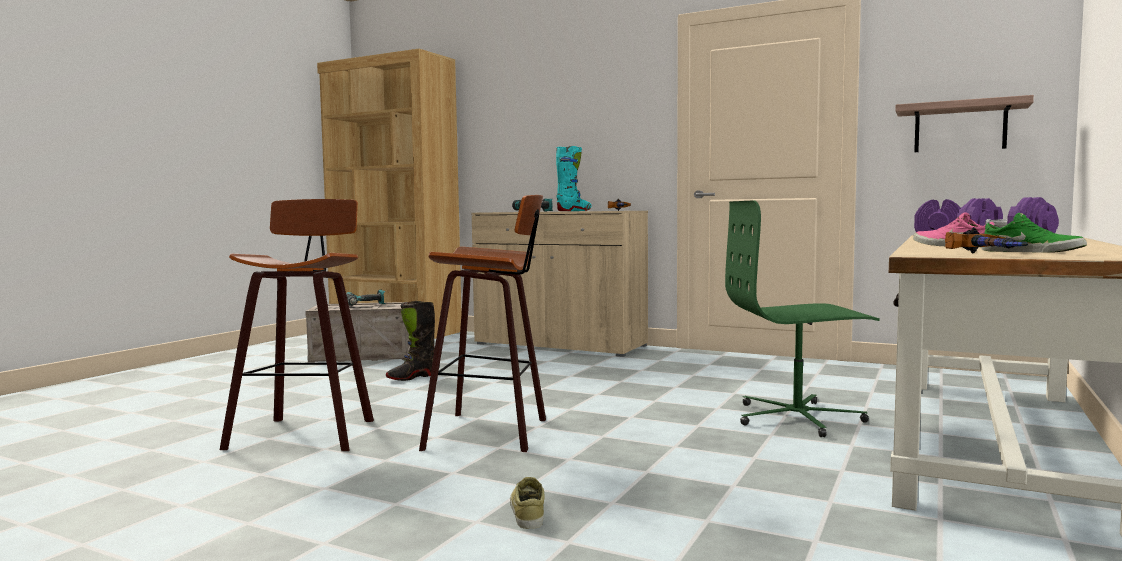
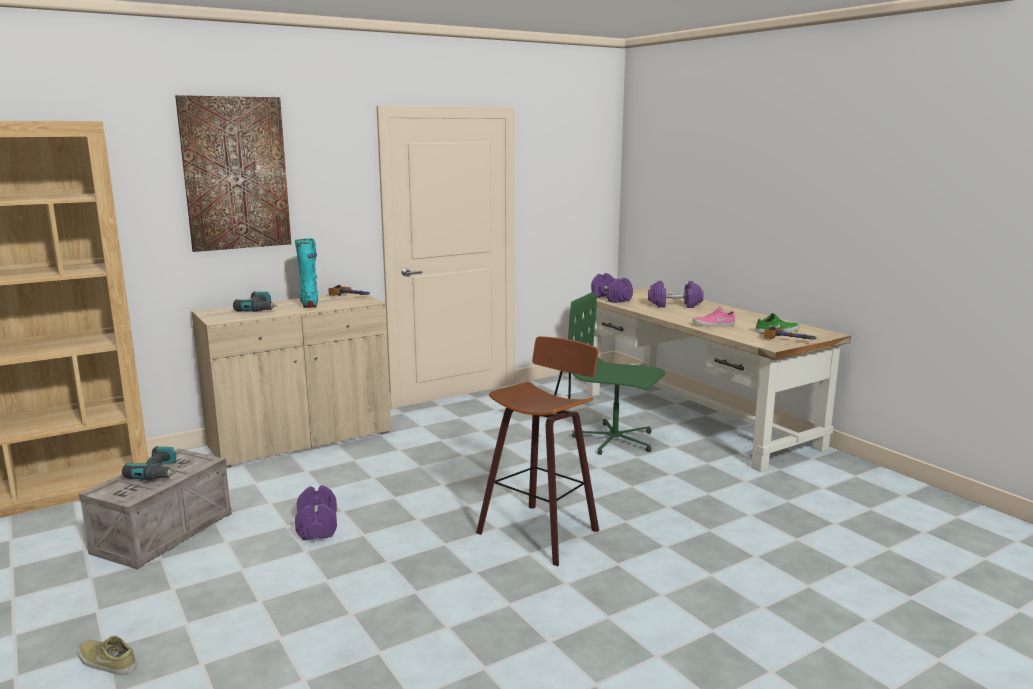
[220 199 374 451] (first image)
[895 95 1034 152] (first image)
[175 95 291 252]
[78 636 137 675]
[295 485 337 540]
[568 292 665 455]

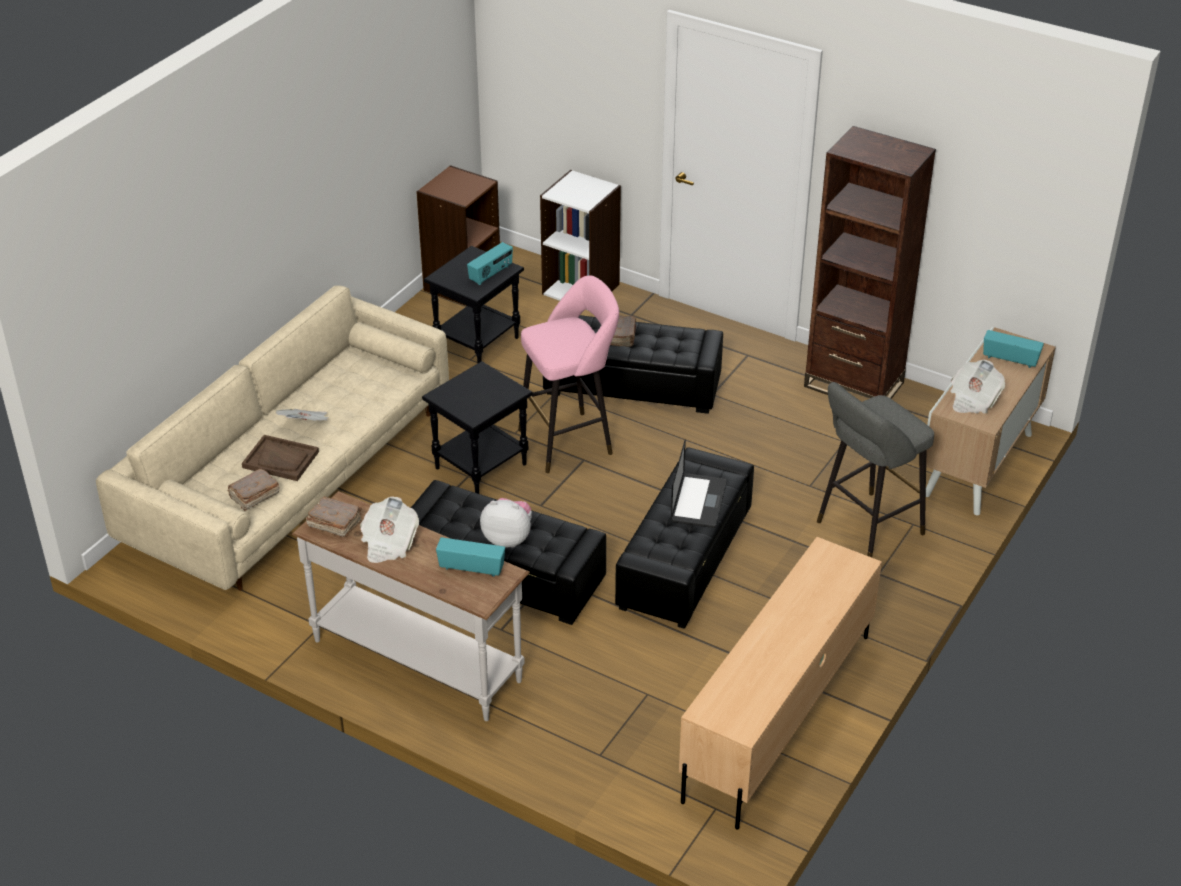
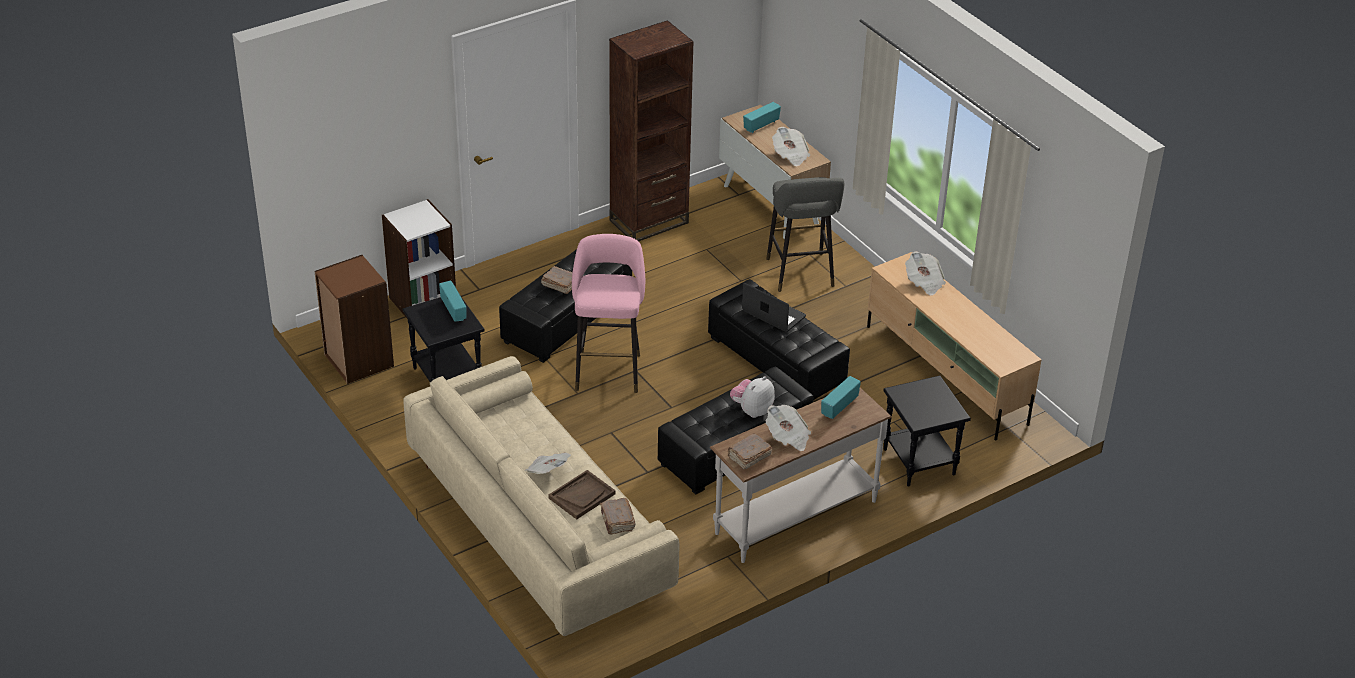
[905 251 946 296]
[883 375 971 487]

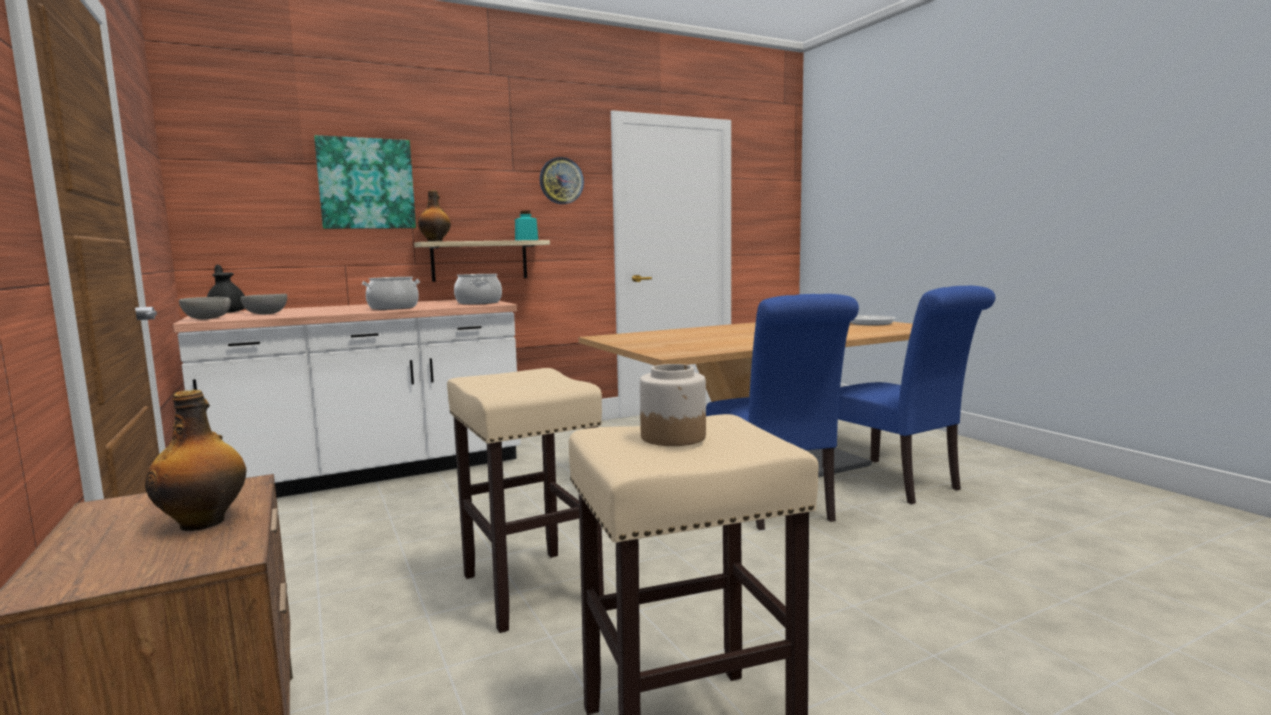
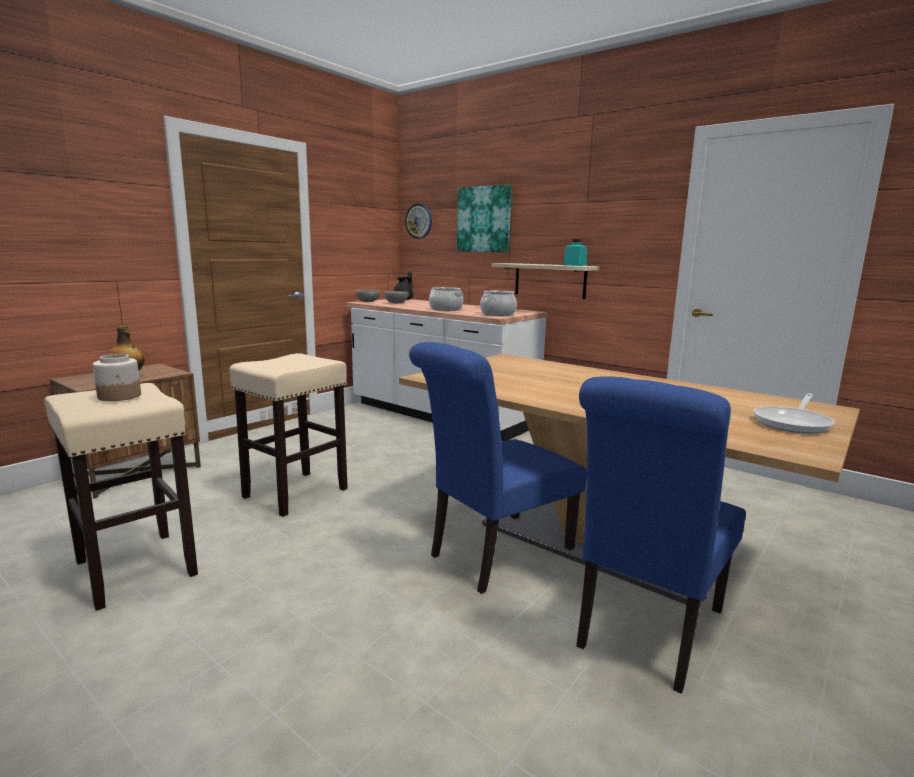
[418 190 451 242] (first image)
[405 203 432 239]

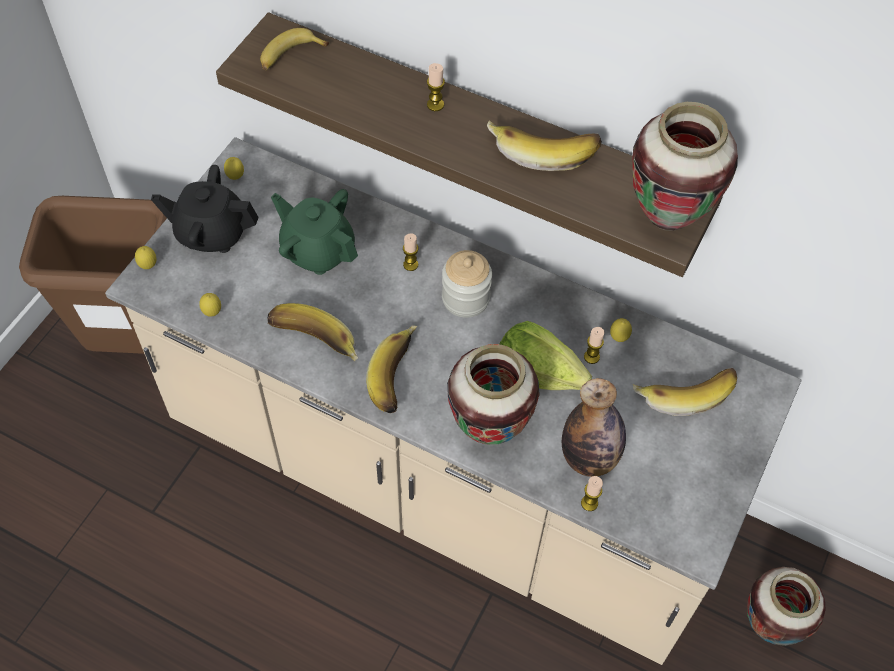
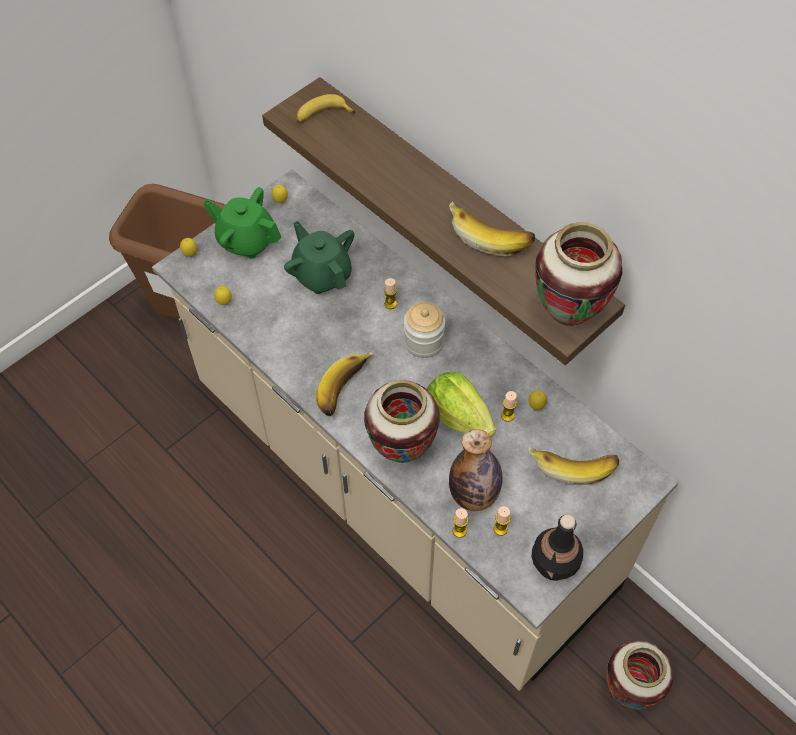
[267 303 358 361] (first image)
[532 515 583 581]
[494 506 510 536]
[203 187 281 259]

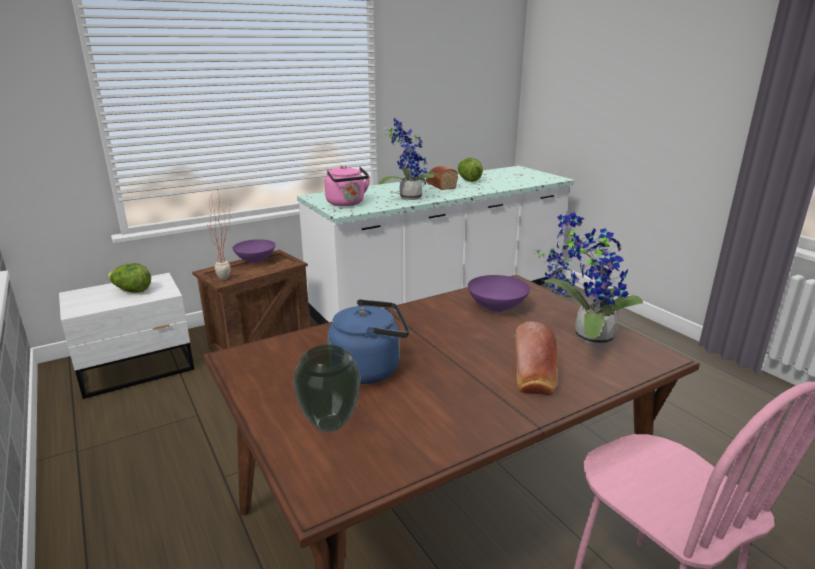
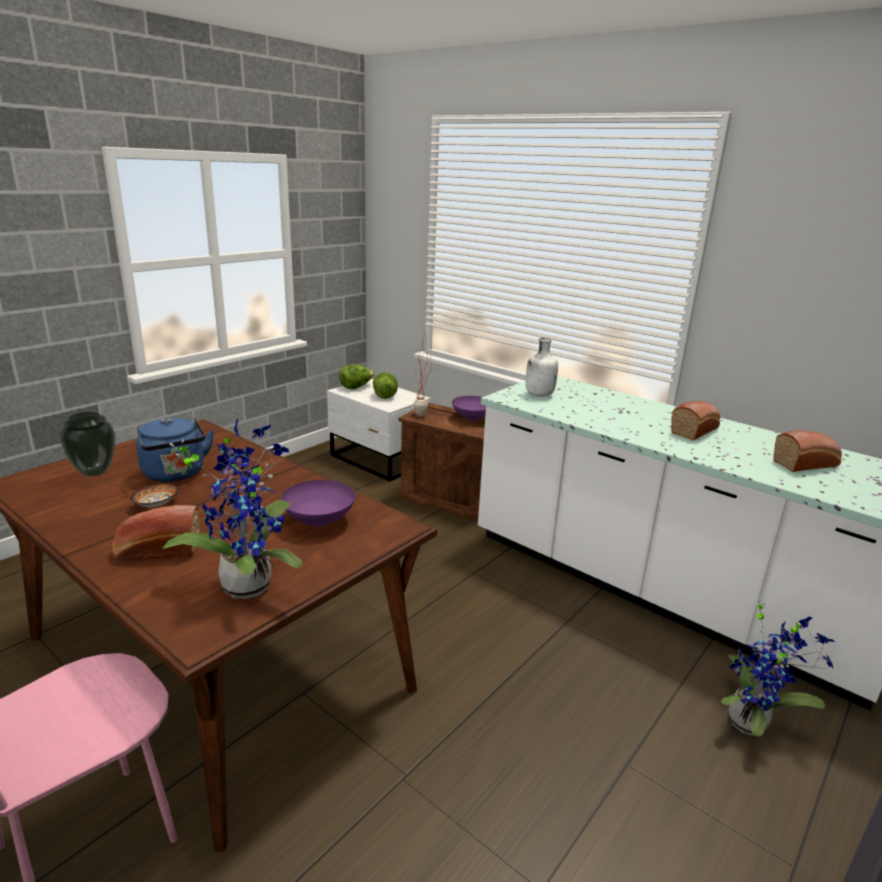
[379 118 440 200] (first image)
[130 484 179 507]
[773 430 842 472]
[339 364 374 389]
[526 337 558 397]

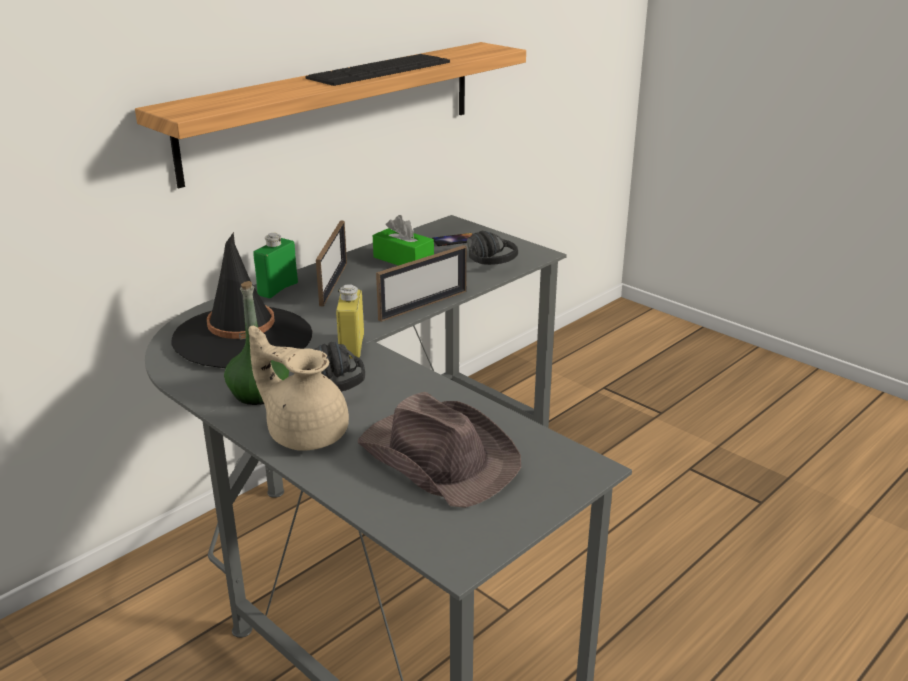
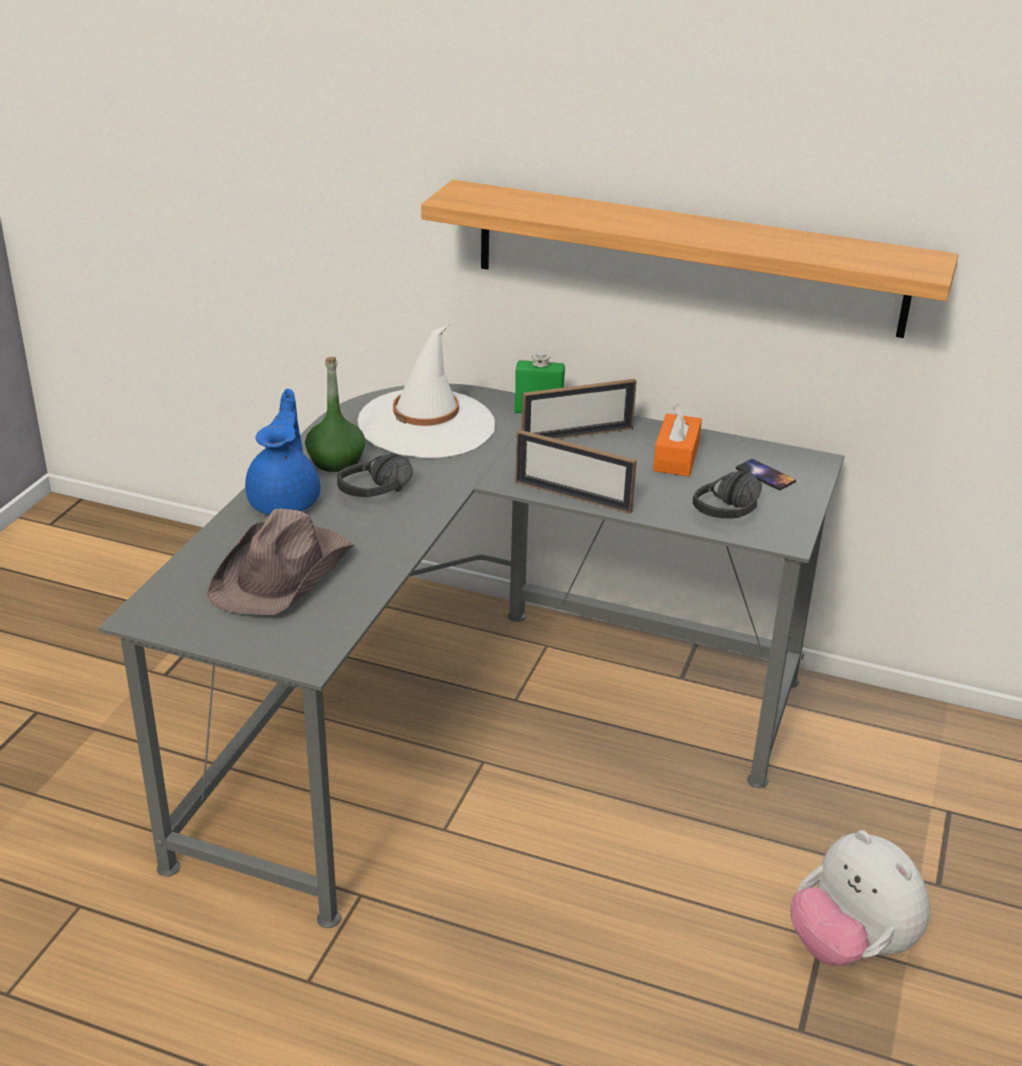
[305 54 450 86] (first image)
[336 284 364 359] (first image)
[790 830 930 966]
[357 325 495 458]
[245 389 320 515]
[653 404 702 476]

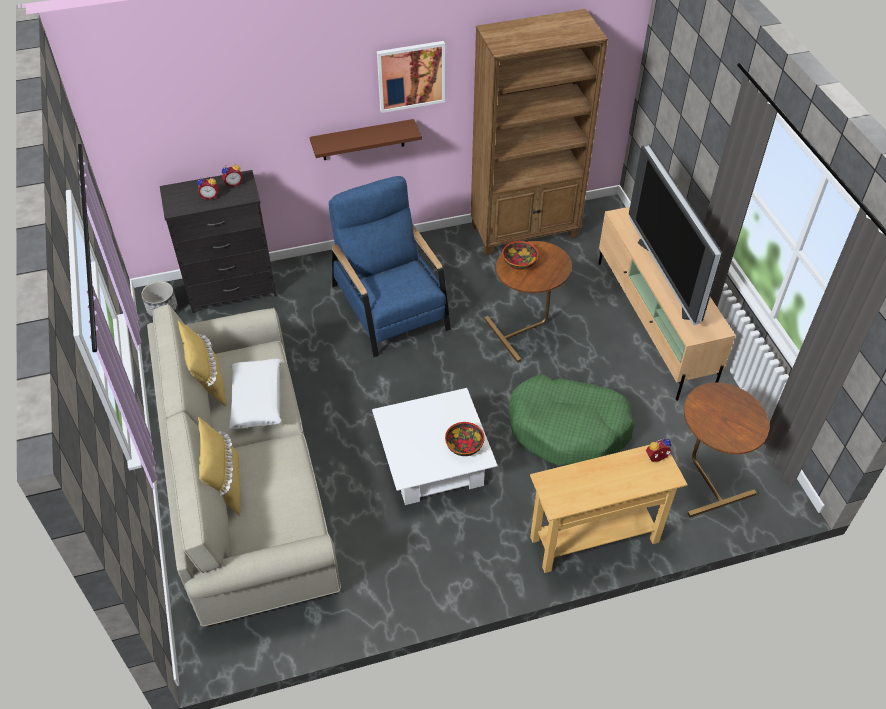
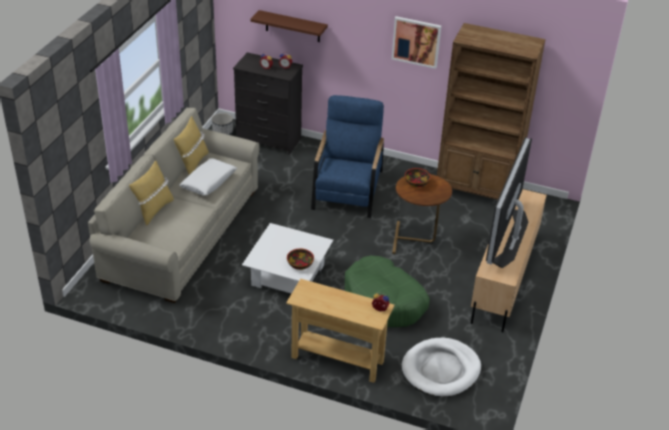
[250 10 328 42]
[402 338 481 397]

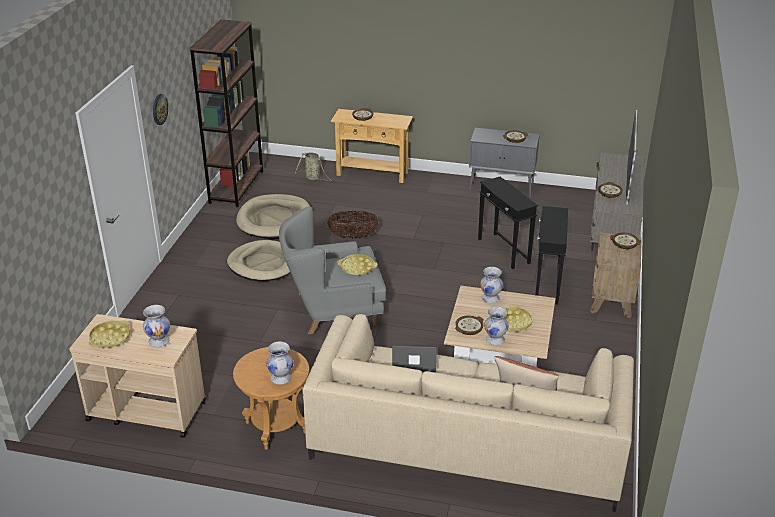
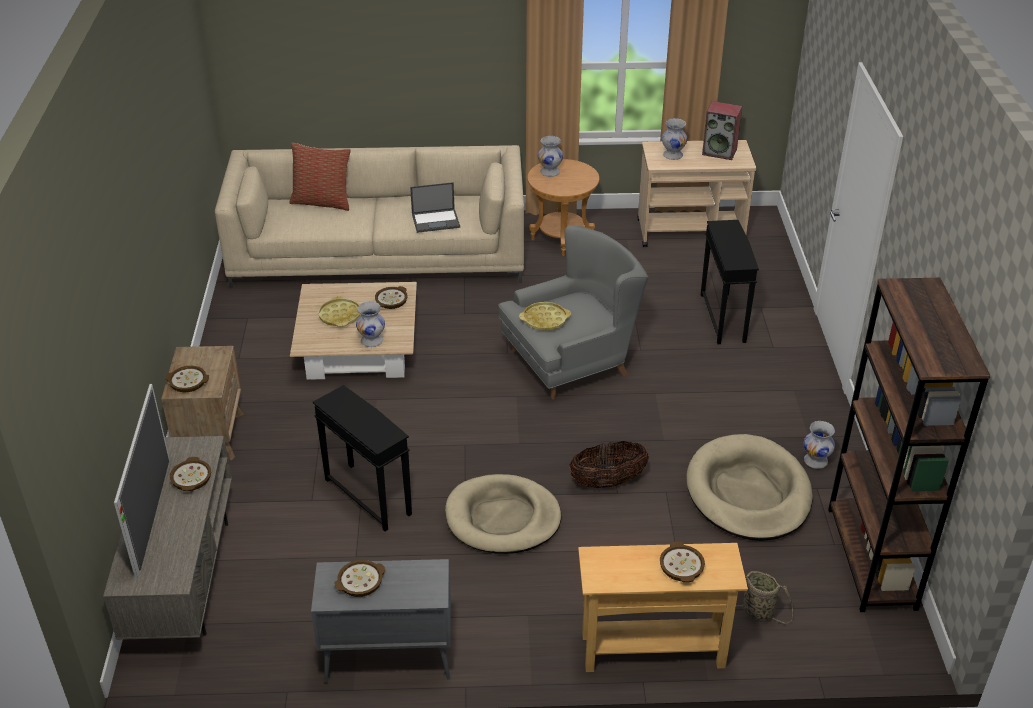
[153 94 168 125] (first image)
[445 474 561 554]
[804 421 835 469]
[701 220 759 344]
[702 101 742 160]

